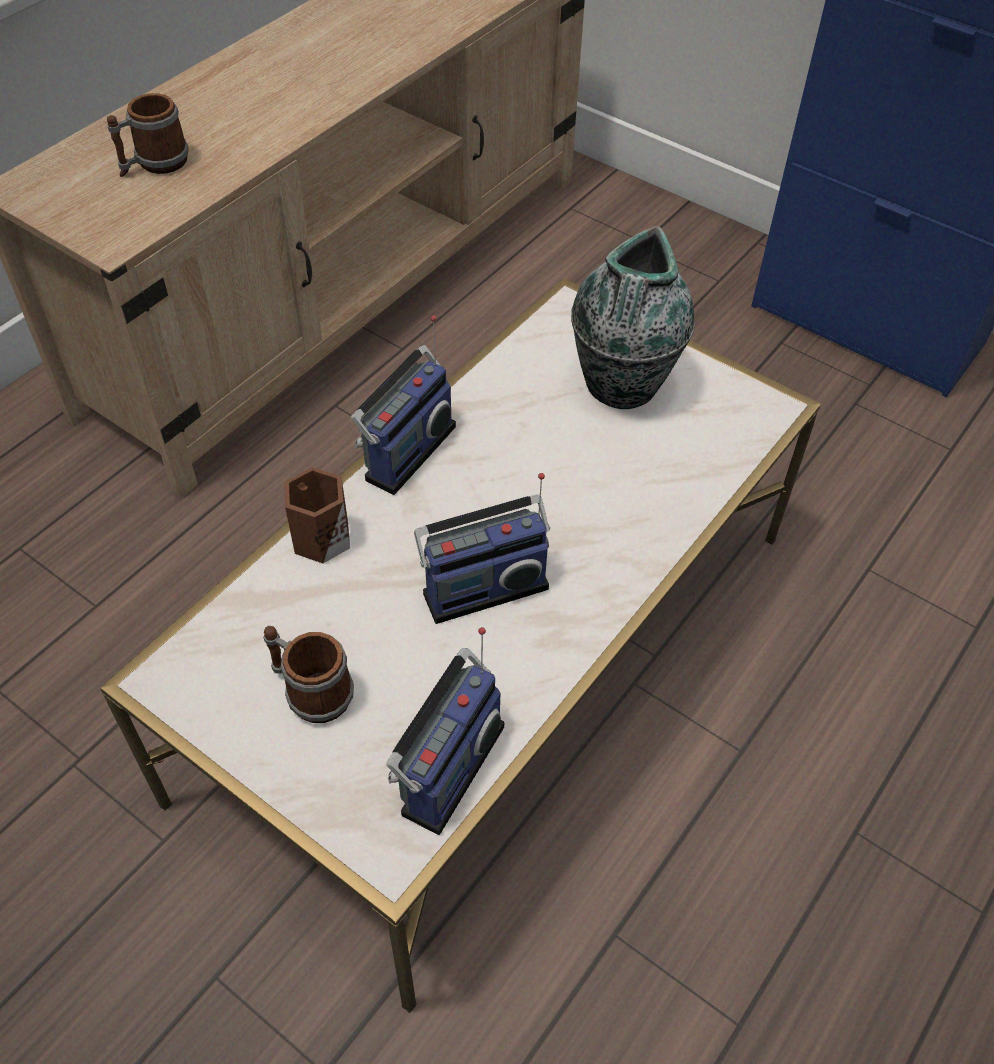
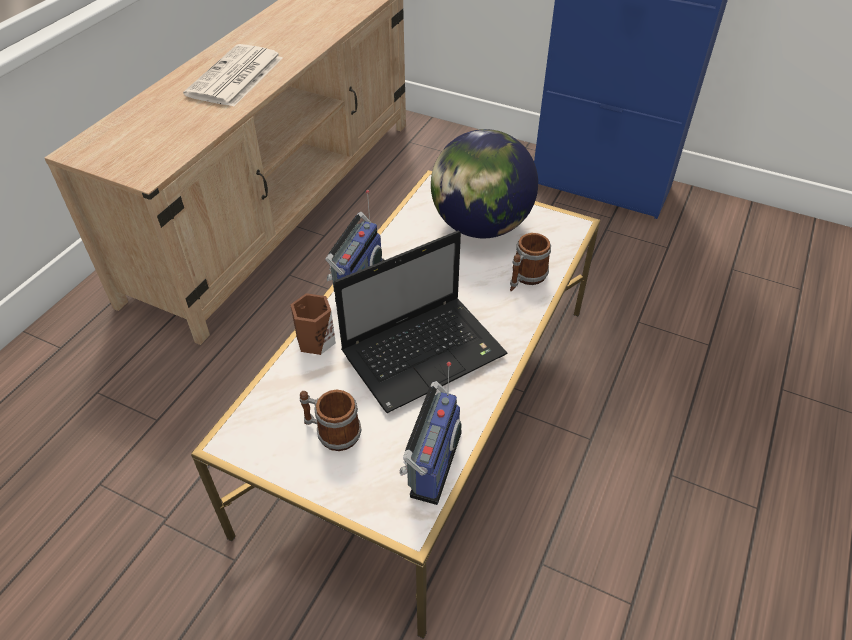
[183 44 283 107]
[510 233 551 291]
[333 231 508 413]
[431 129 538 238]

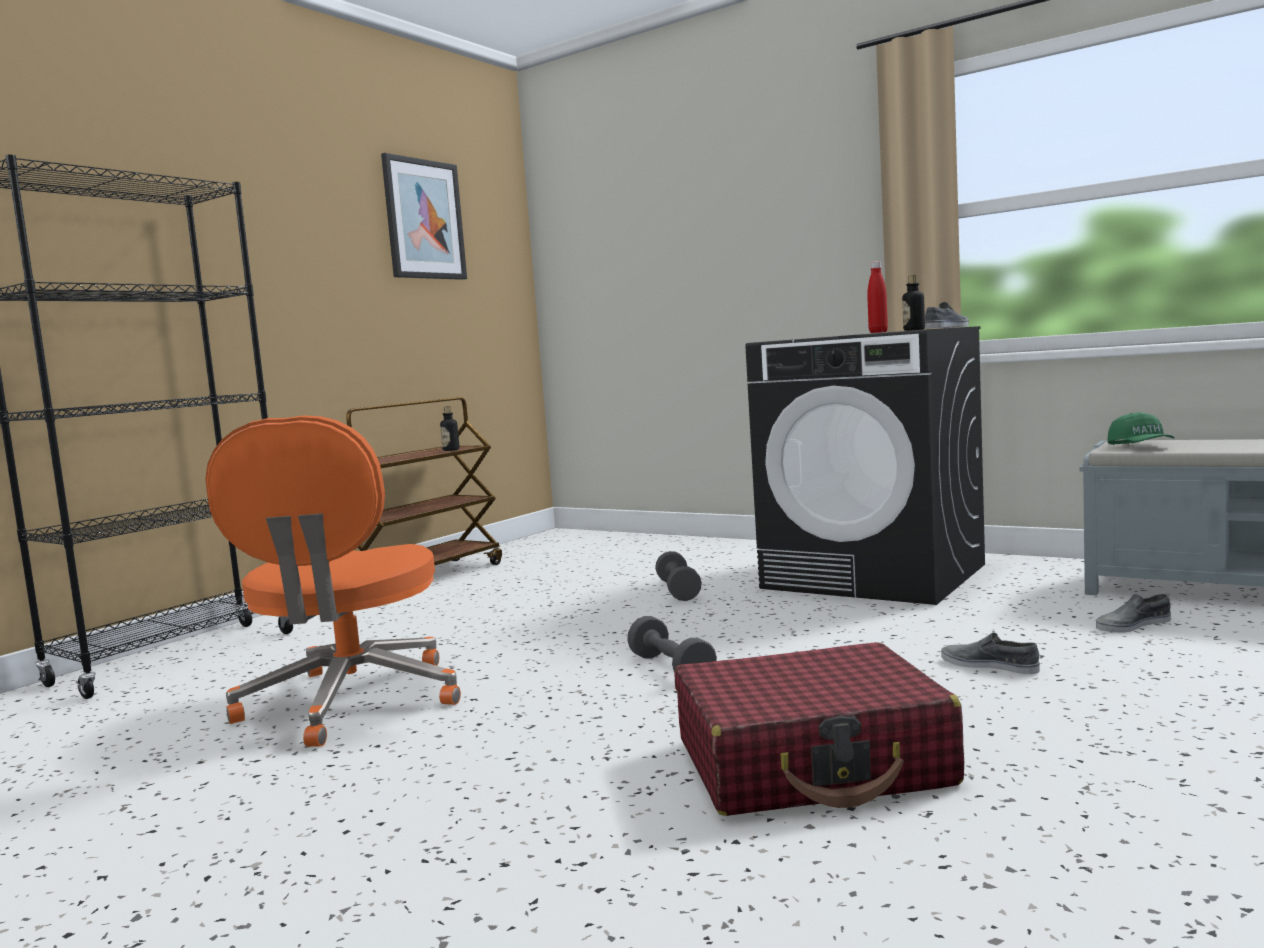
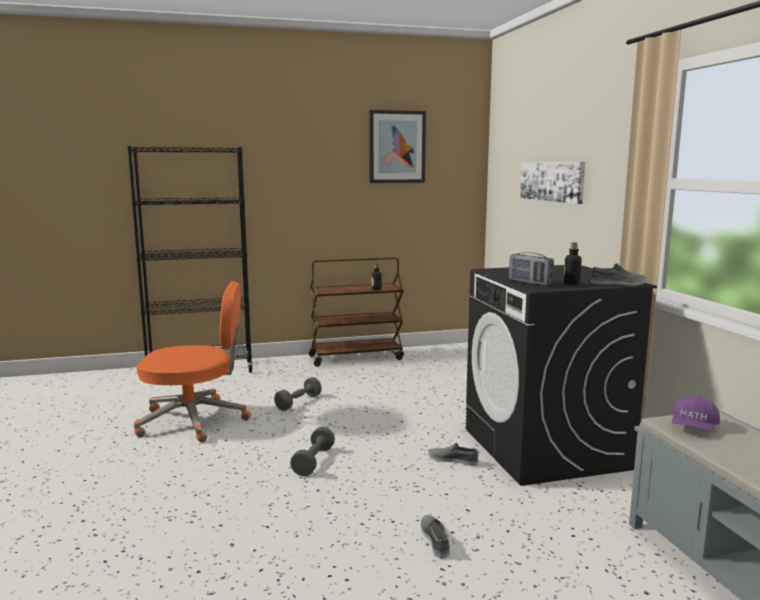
[674 642 964 816] (first image)
[520 162 585 204]
[274 377 322 411]
[428 443 478 466]
[509 252 554 286]
[672 396 720 431]
[134 281 251 443]

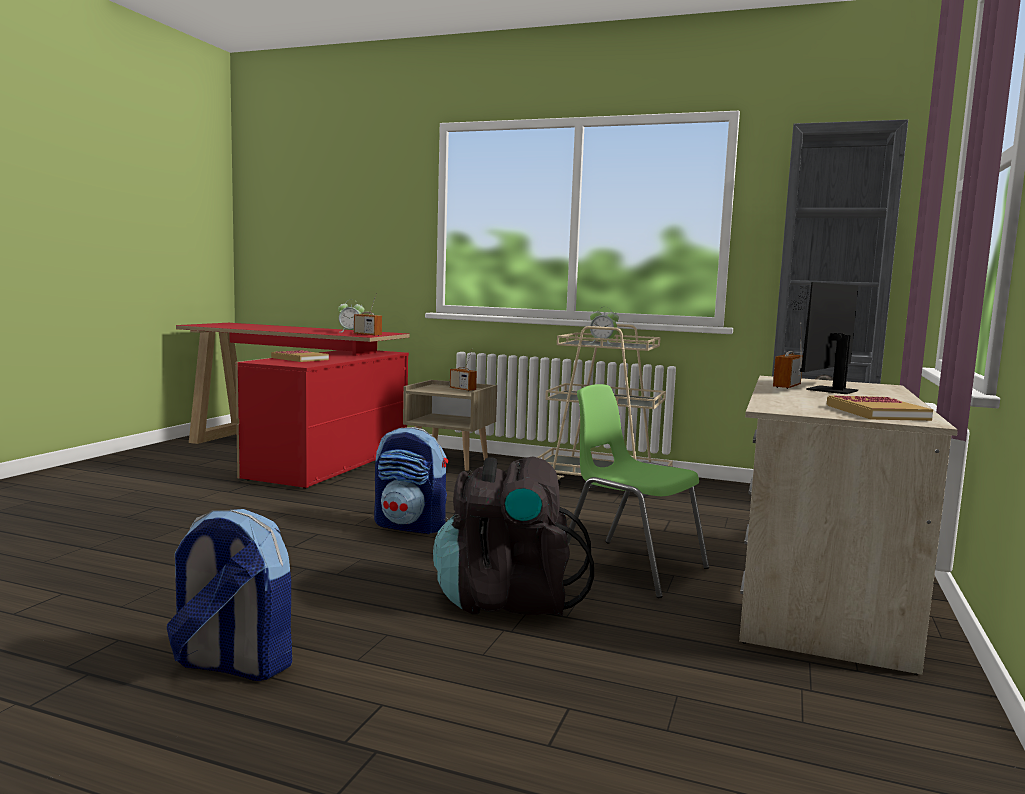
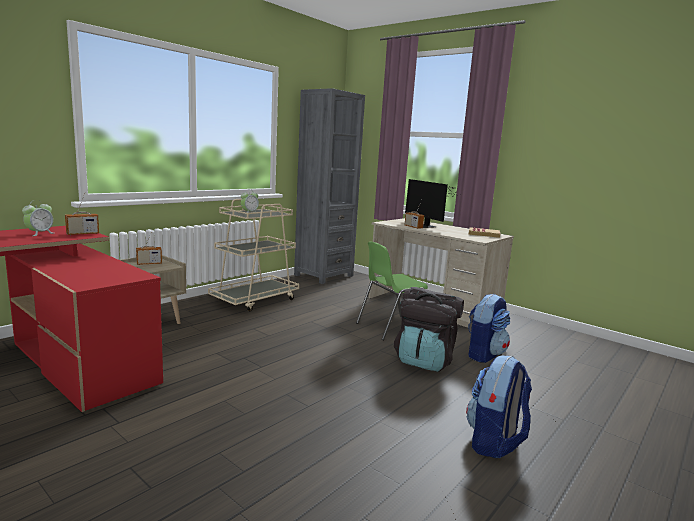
[271 350 329 362] (first image)
[468 294 510 363]

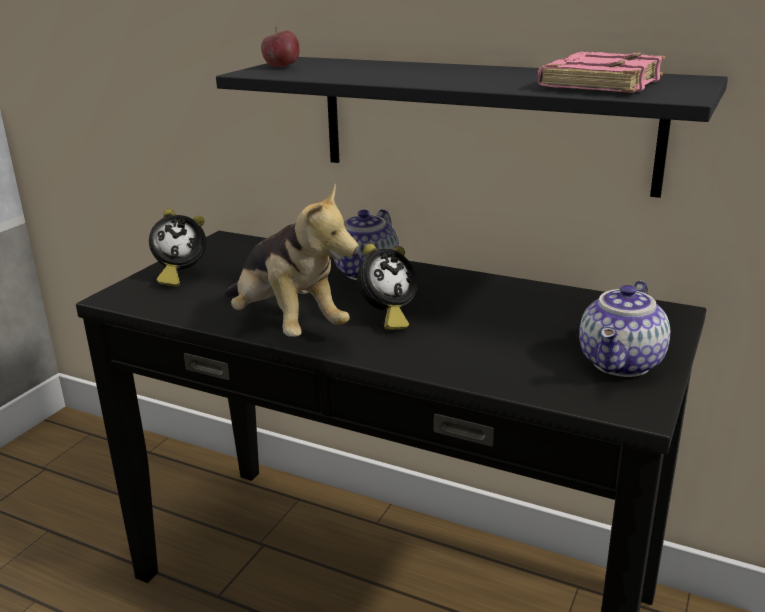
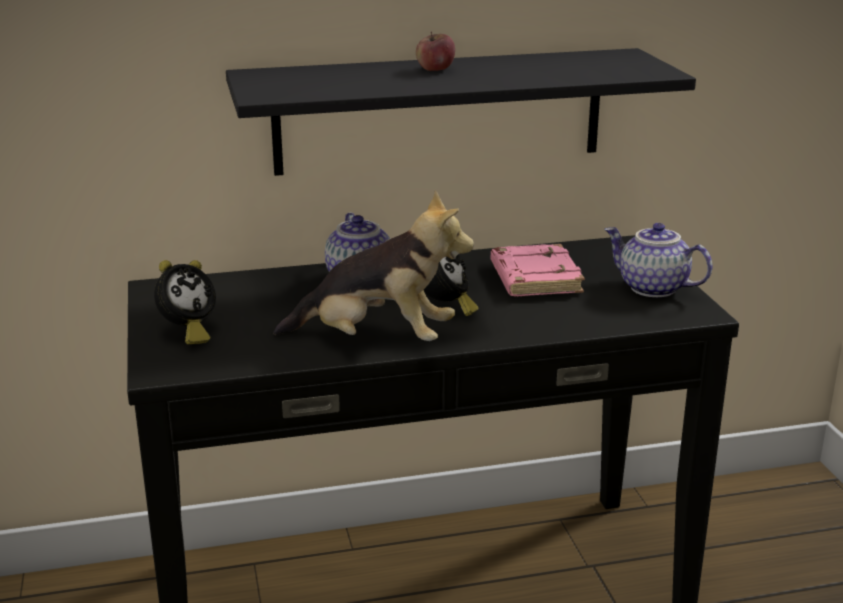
[416 32 455 71]
[491 244 585 297]
[605 223 713 297]

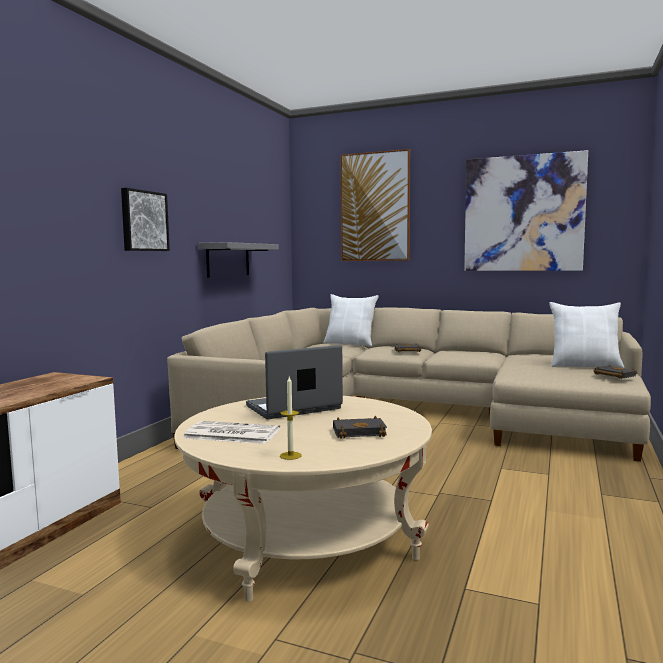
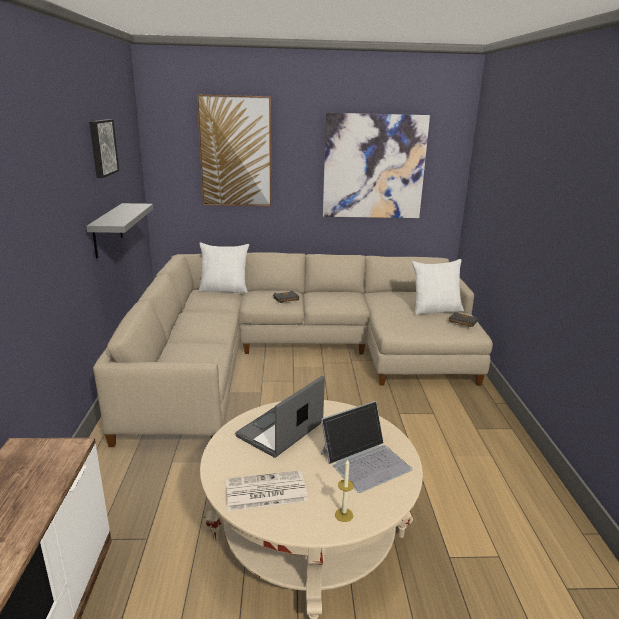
[89 119 119 178]
[321 401 412 493]

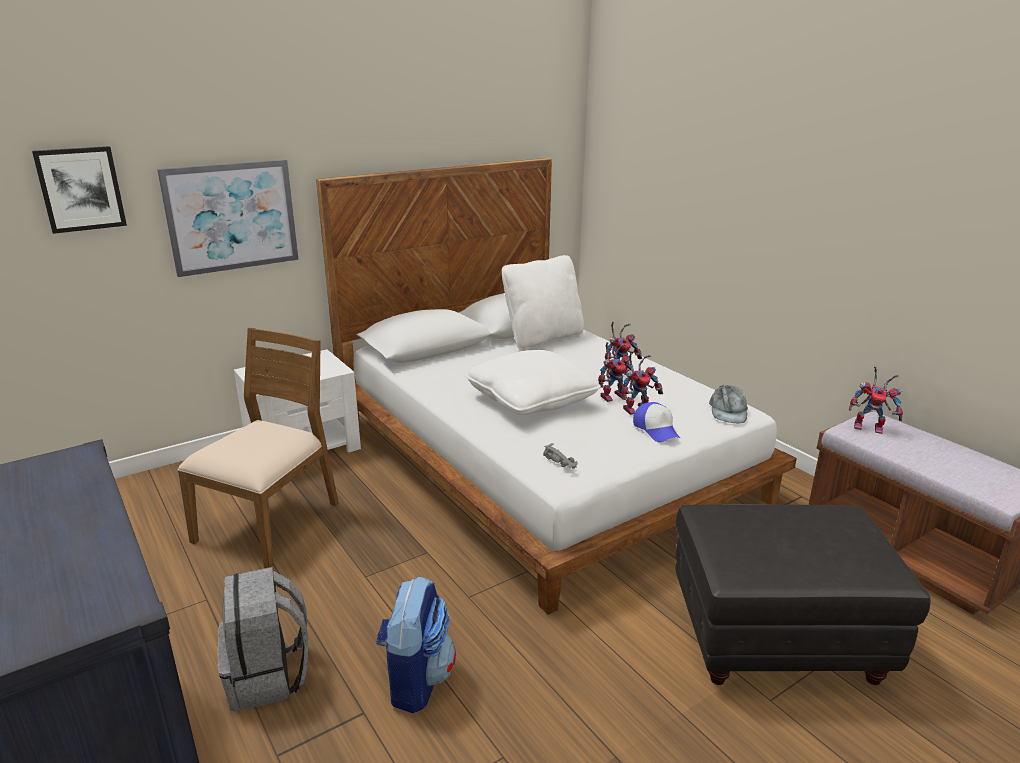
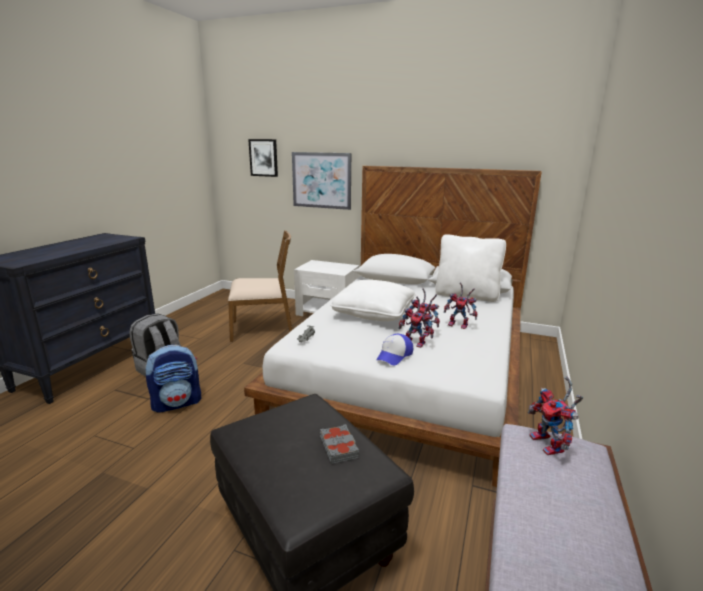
[709 384 748 423] (first image)
[320 424 359 464]

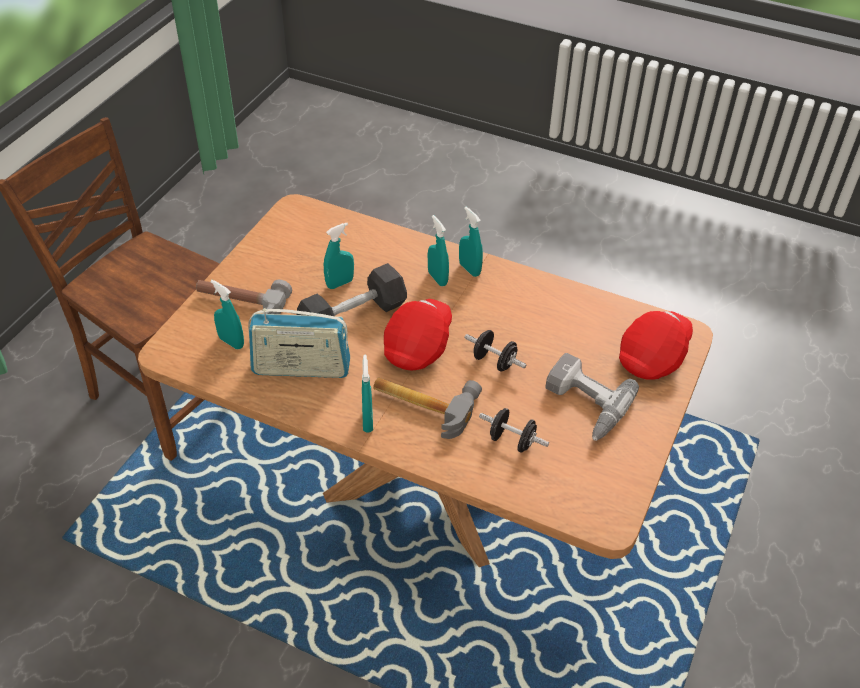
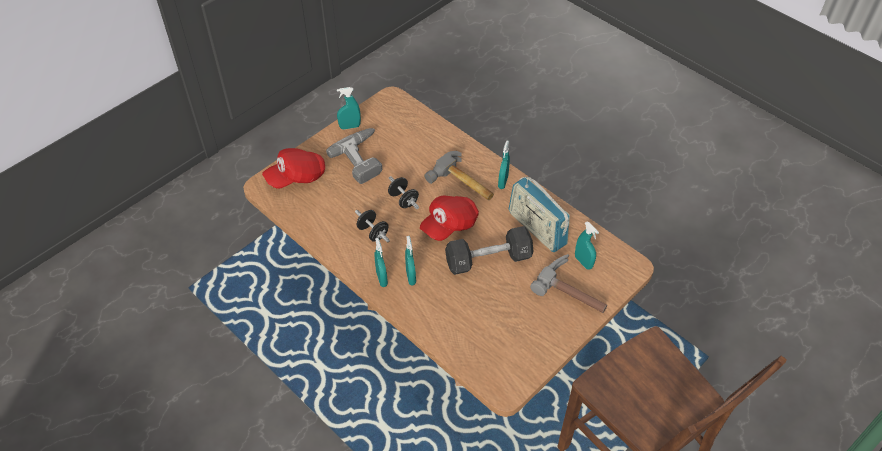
[337 87 361 130]
[355 210 390 242]
[509 177 570 252]

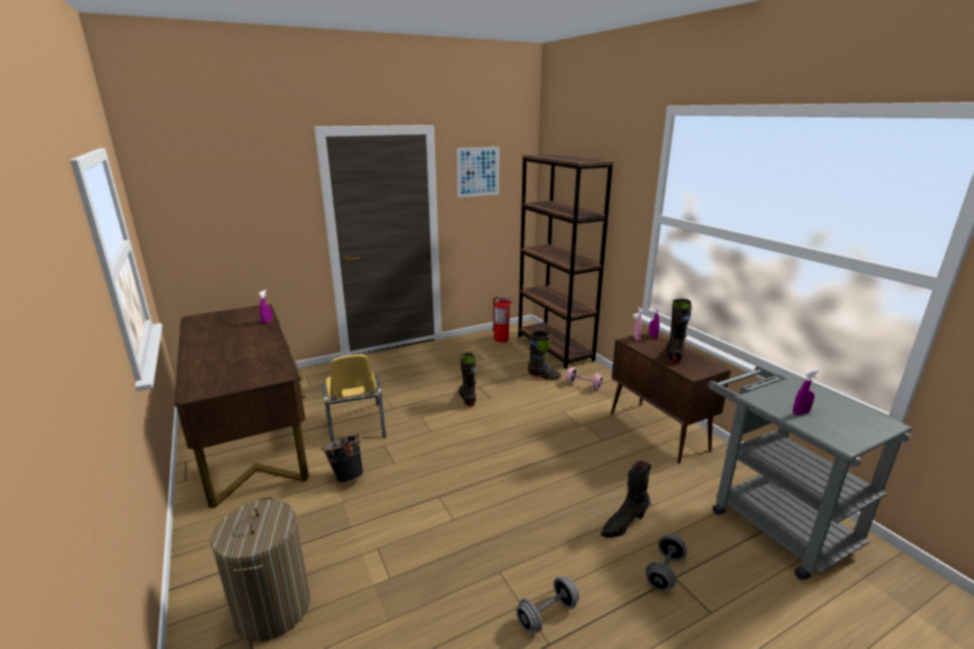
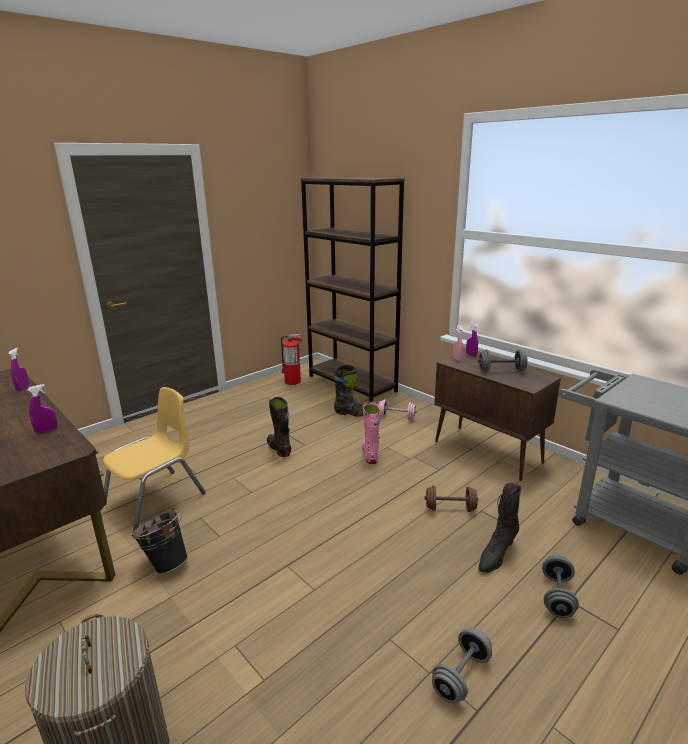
[457 147 499 197] (first image)
[362 402 381 464]
[425 486 478 512]
[28 384 57 433]
[478 350 528 372]
[103 387 206 531]

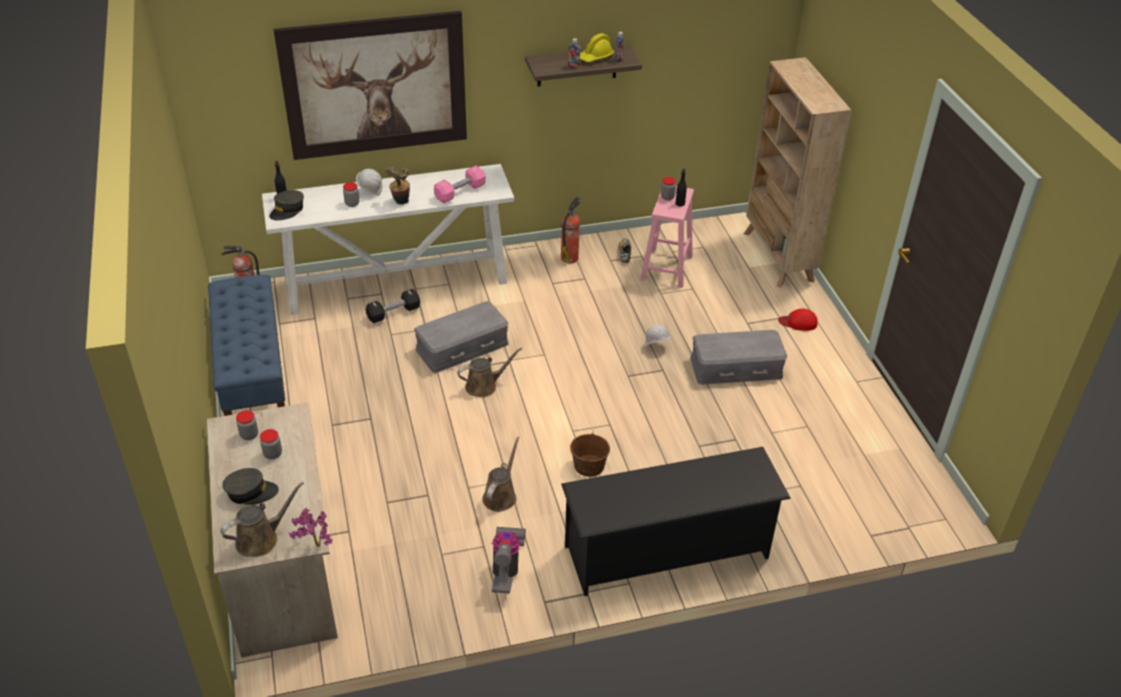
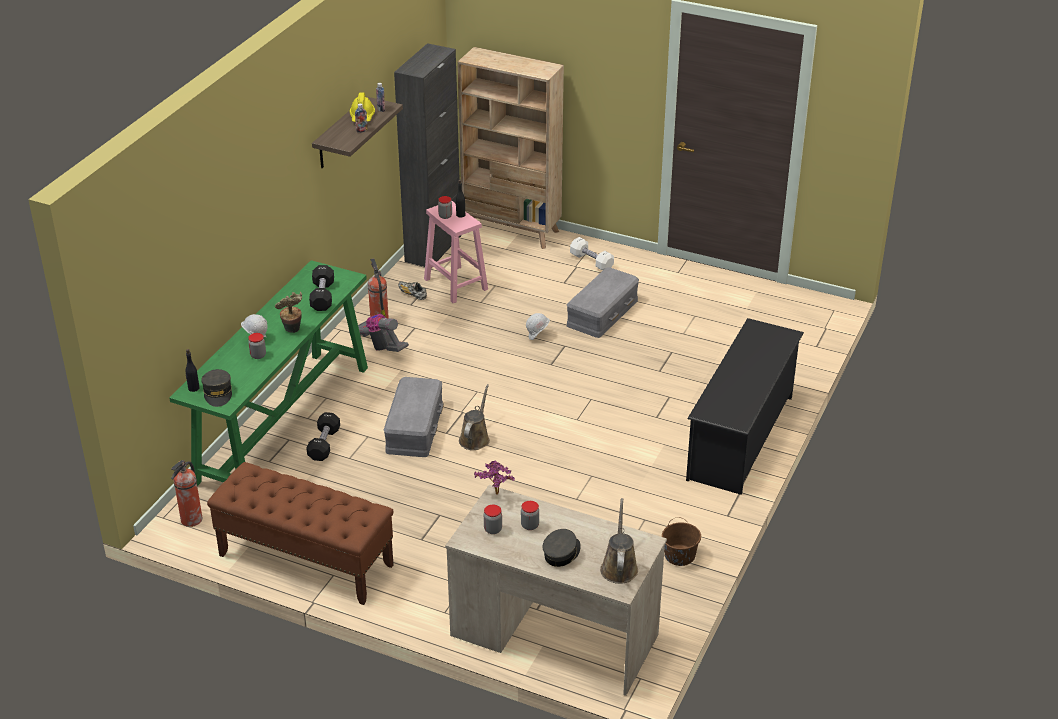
[273 11 467 160] (first image)
[482 437 520 512] (first image)
[394 43 461 269]
[474 461 515 494]
[349 314 409 352]
[662 517 701 566]
[570 237 614 271]
[207 462 394 605]
[169 260 368 486]
[309 265 334 311]

